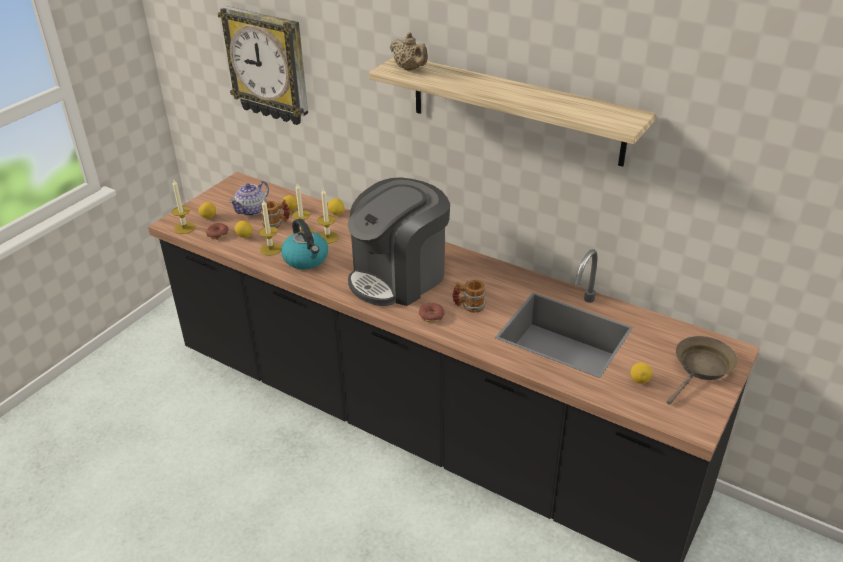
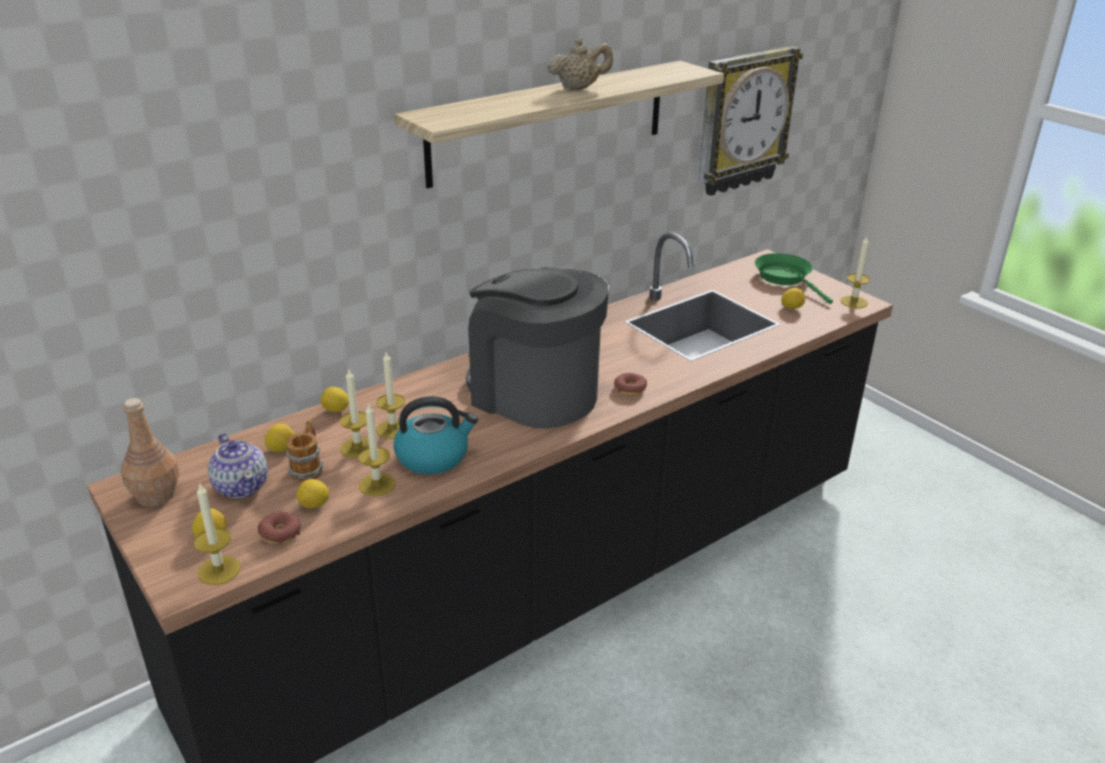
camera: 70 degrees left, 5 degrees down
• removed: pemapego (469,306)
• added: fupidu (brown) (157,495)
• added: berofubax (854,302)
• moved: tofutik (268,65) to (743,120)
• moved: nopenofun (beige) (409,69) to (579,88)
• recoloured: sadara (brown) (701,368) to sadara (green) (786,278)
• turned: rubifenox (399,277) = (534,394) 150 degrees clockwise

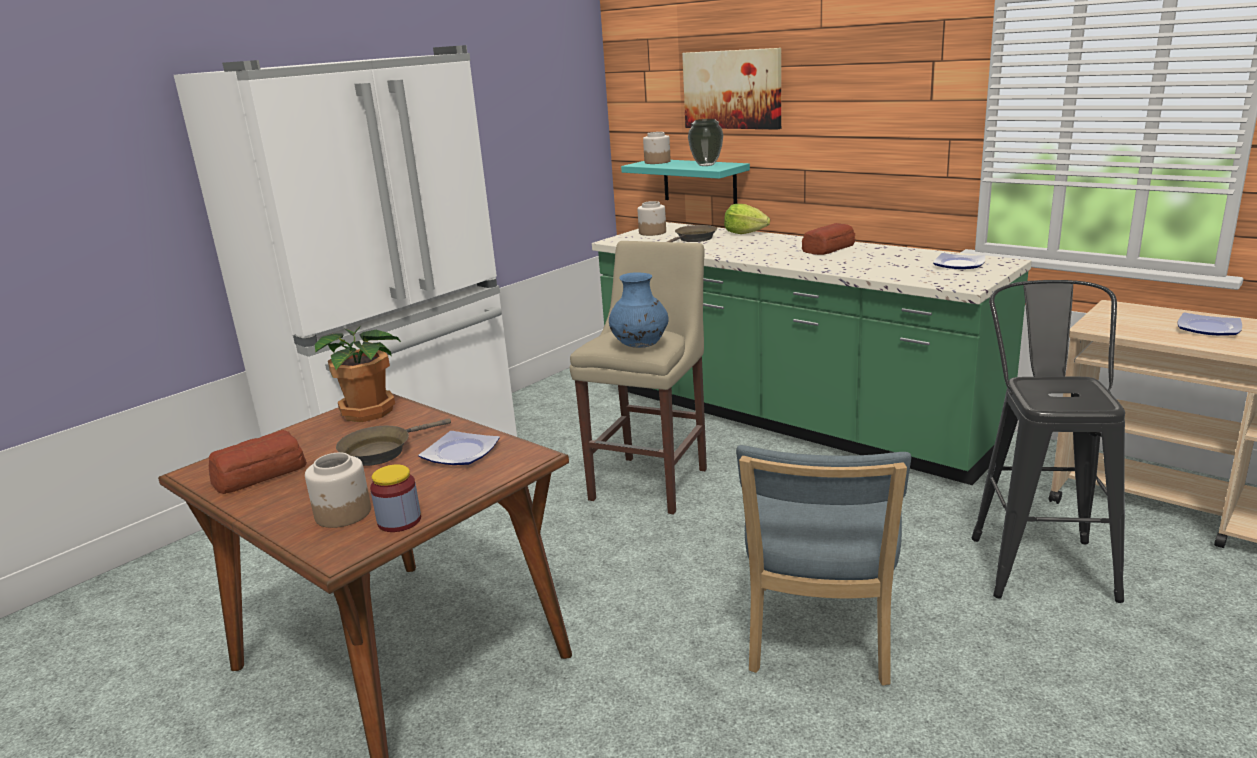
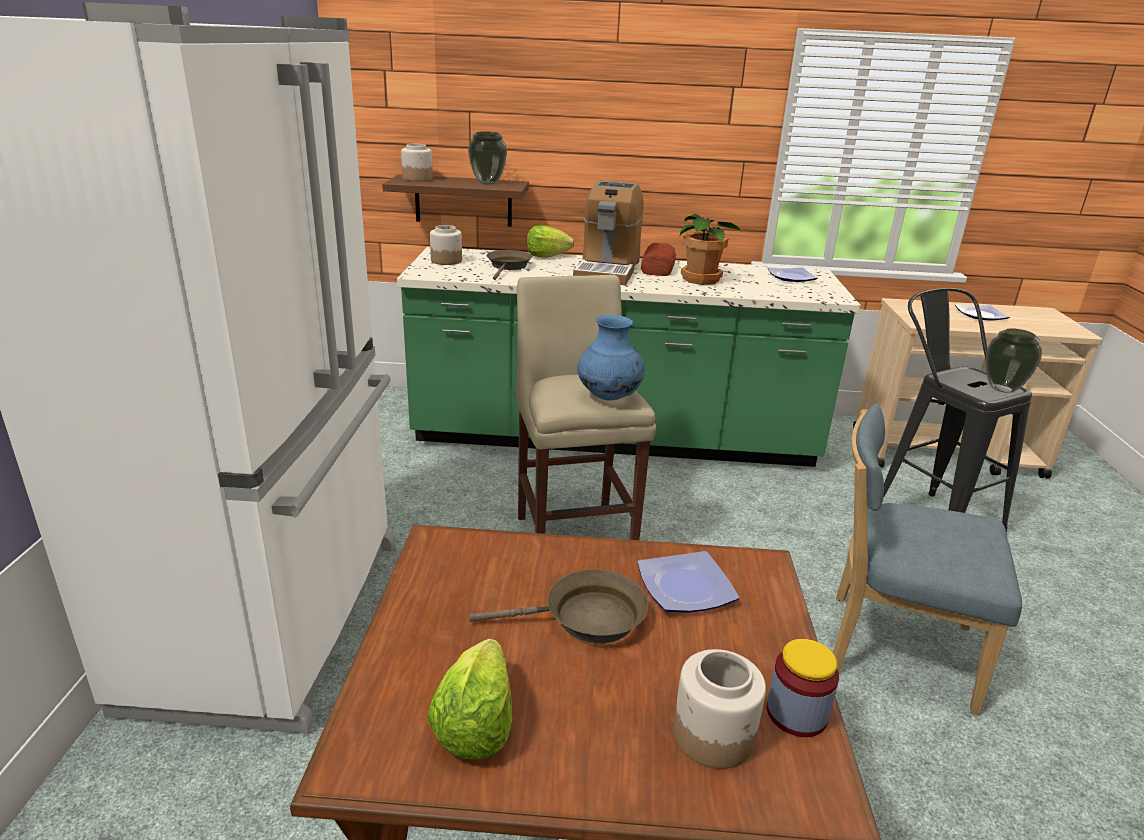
camera: 40 degrees left, 5 degrees up
• removed: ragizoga (732,89)
• added: rubifenox (608,270)
• added: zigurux (1003,389)
• moved: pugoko (370,411) to (701,279)
• replaced: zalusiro (258,474) to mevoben (475,724)
• recoloured: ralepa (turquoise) (699,181) to ralepa (brown) (463,201)
• turned: sadara (brown) (381,451) = (586,618) 105 degrees counterclockwise
• turned: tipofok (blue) (819,639) = (891,647) 135 degrees clockwise

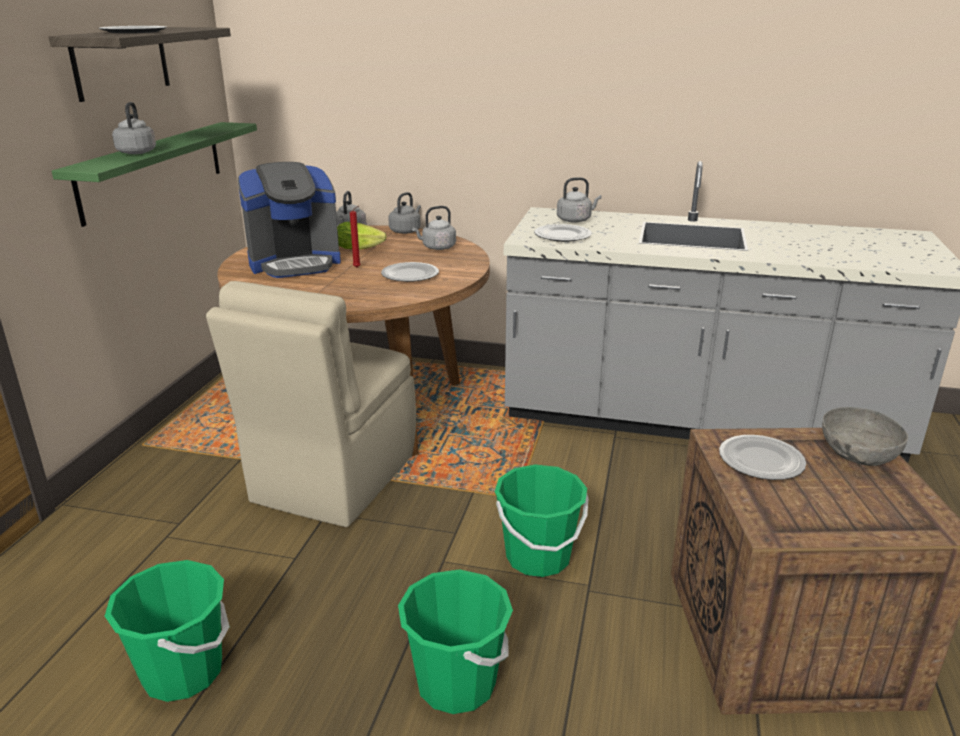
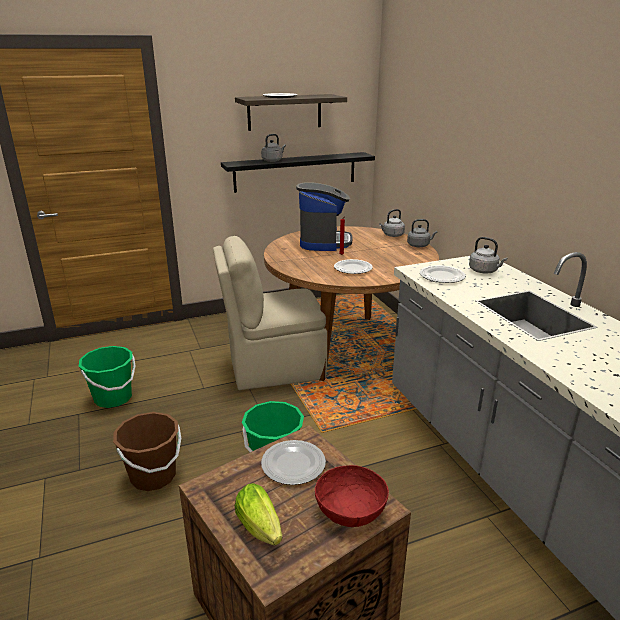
camera: 55 degrees right, 0 degrees up
• removed: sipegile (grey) (437,247)
• moved: mevoben (361,248) to (261,529)
• recoloured: ralepa (green) (153,169) to ralepa (black) (295,172)
• recoloured: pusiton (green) (457,683) to pusiton (brown) (153,476)
• recoloured: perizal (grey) (858,454) to perizal (red) (350,510)
• turned: rubifenox (294,263) = (324,242) 120 degrees counterclockwise

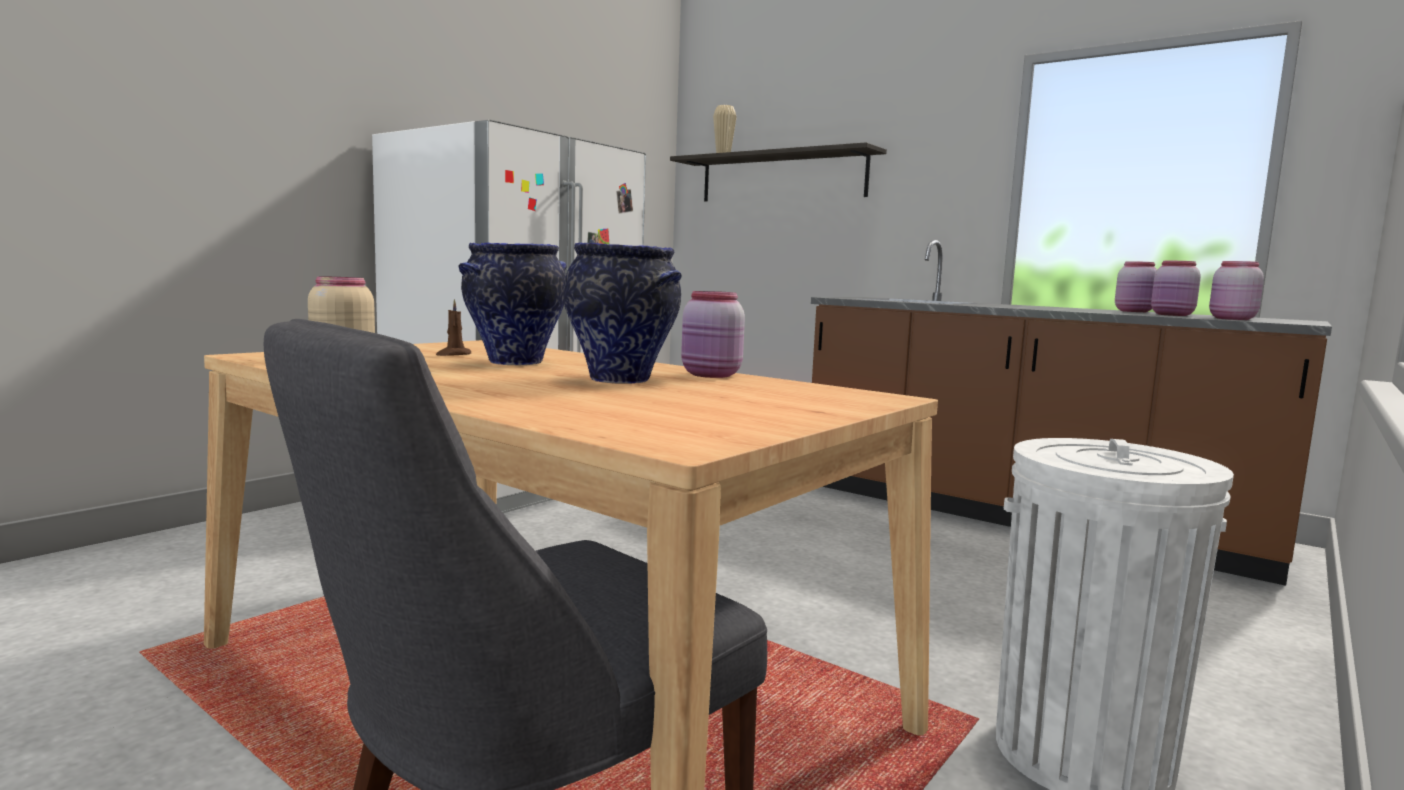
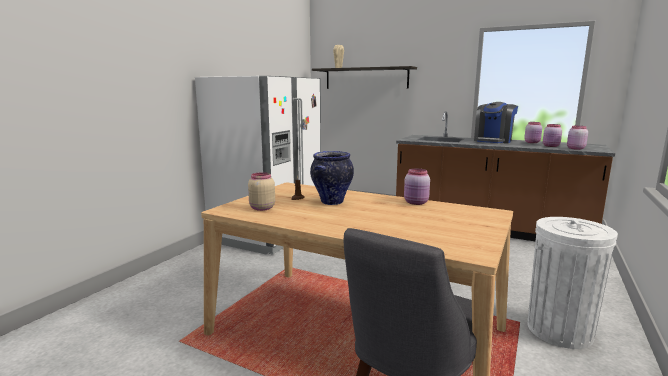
camera: 10 degrees left, 5 degrees up
• removed: zigurux (621,380)
• added: rubifenox (493,141)

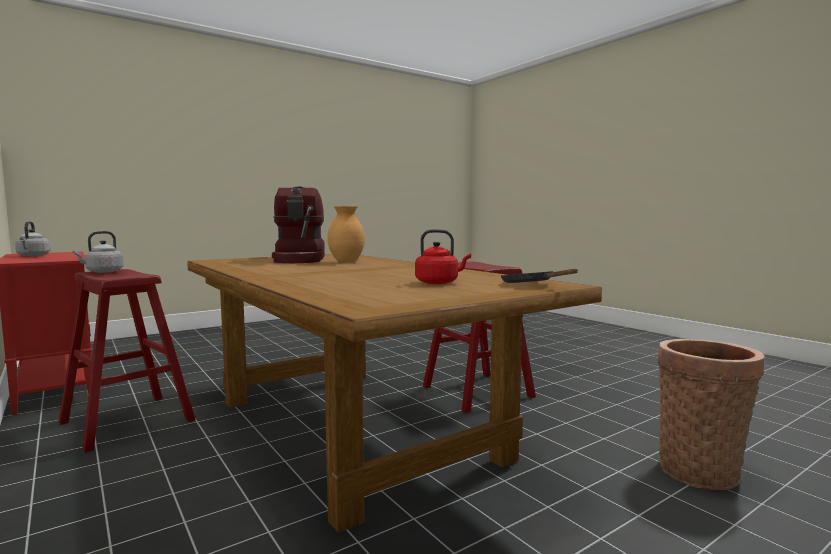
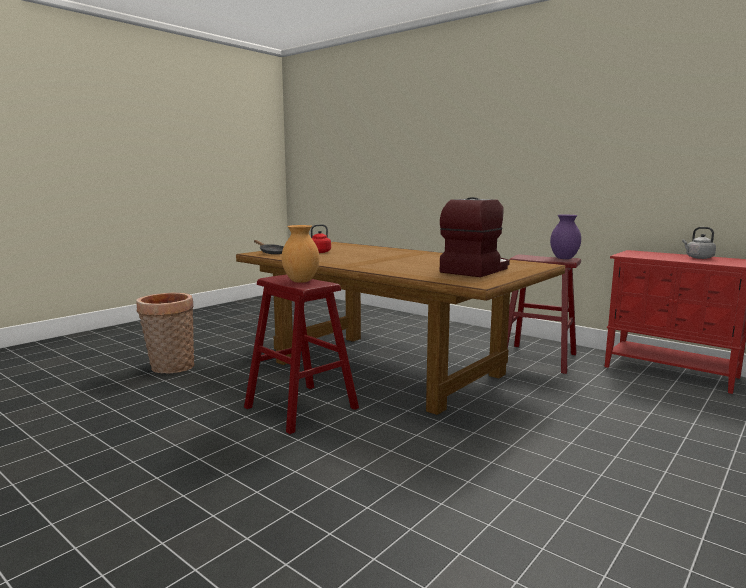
camera: 165 degrees right, 5 degrees up
• moved: zigurux (brown) (346,261) to (300,281)
• replaced: sipegile (grey) (102,272) to zigurux (purple) (563,258)
• turned: rubifenox (300,259) = (475,270) 60 degrees clockwise

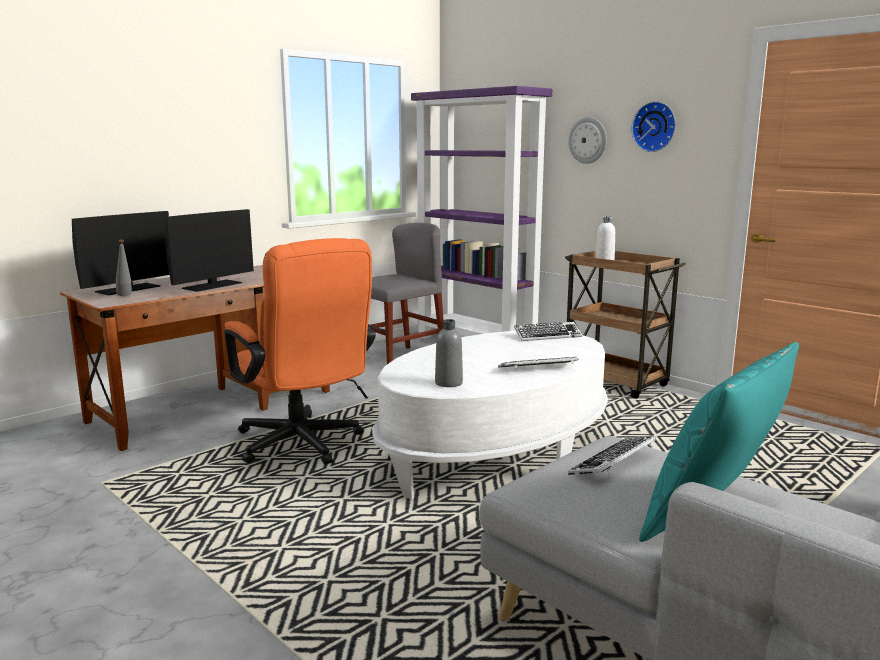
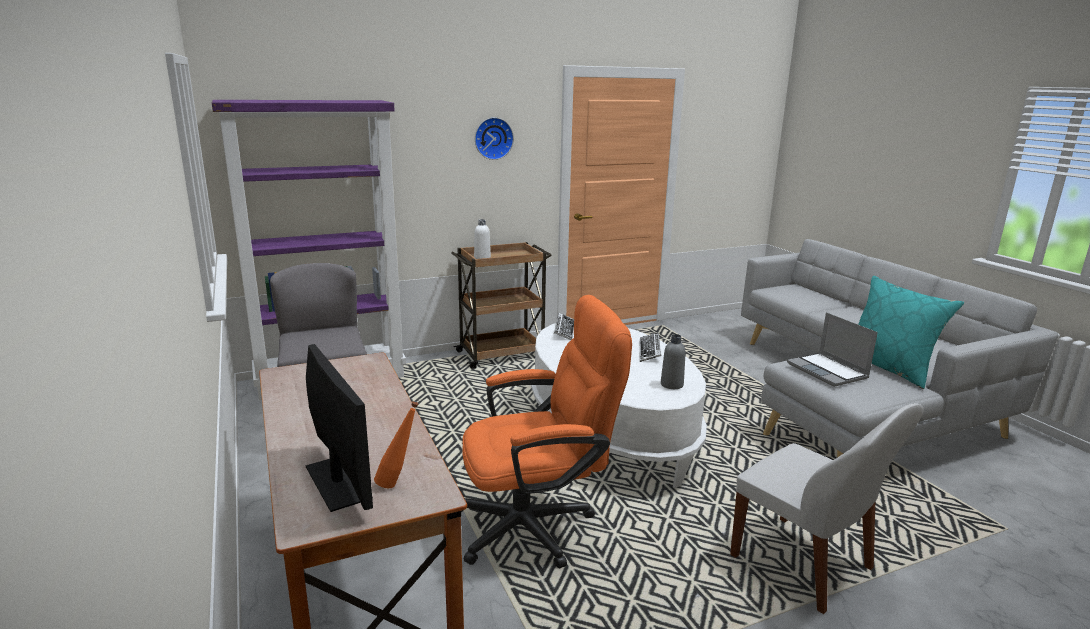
camera: 70 degrees left, 5 degrees up
• removed: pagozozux (212,285)
• removed: tofutik (588,140)
• added: tipofok (white) (804,564)
• replaced: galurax (613,463) to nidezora (828,371)
• recoloured: fupidu (grey) (125,296) to fupidu (orange) (398,483)

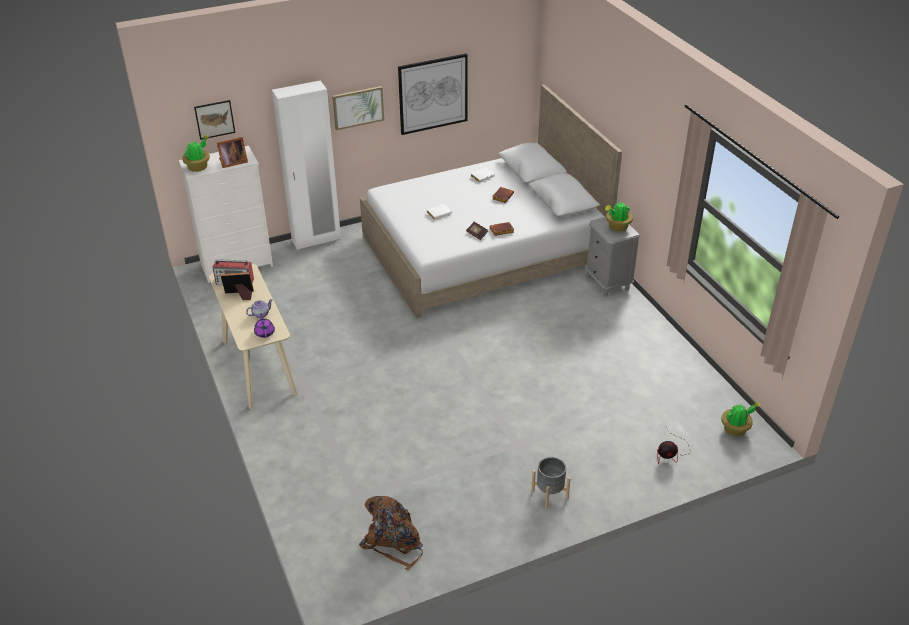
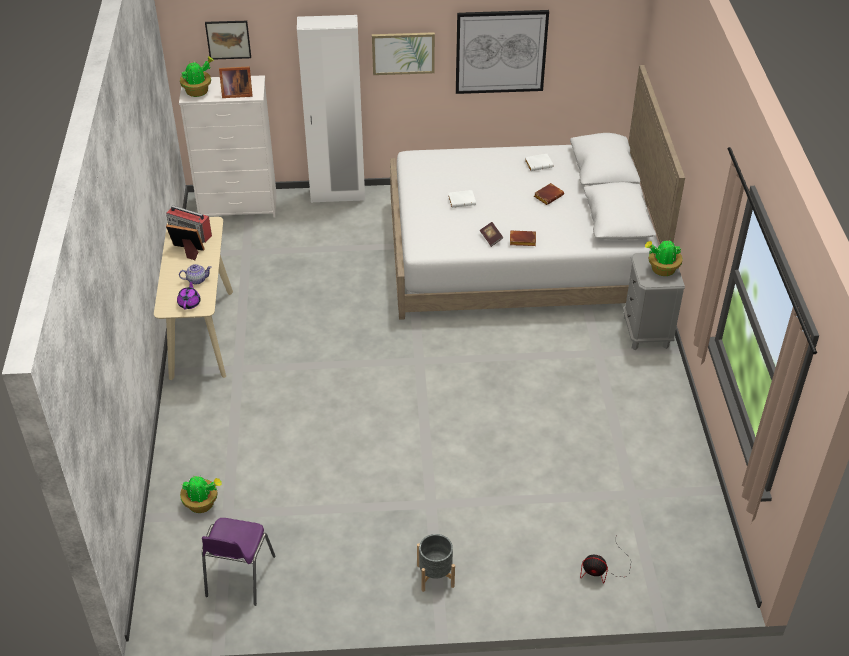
camera: 20 degrees right, 5 degrees up
• moved: pugoko (736,429) to (202,504)
• replaced: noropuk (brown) (393,542) to tipofok (purple) (239,577)

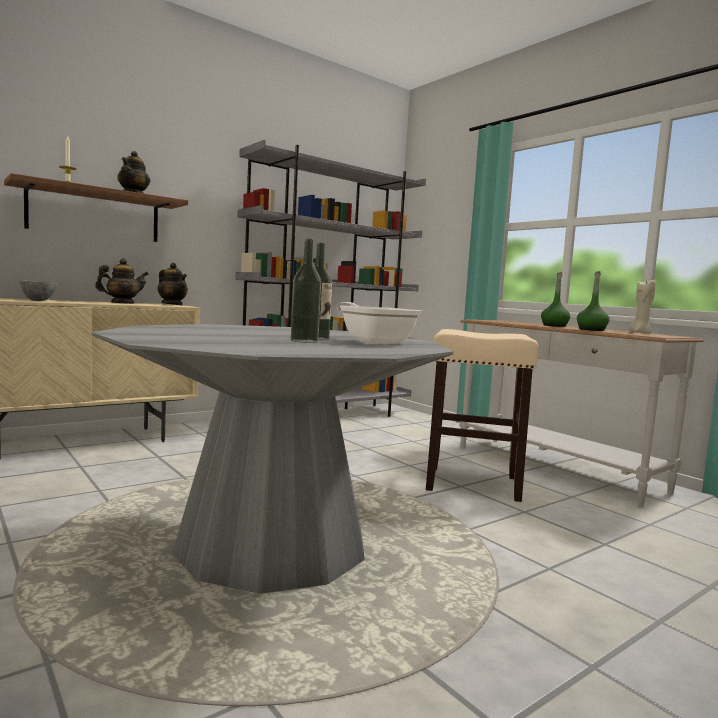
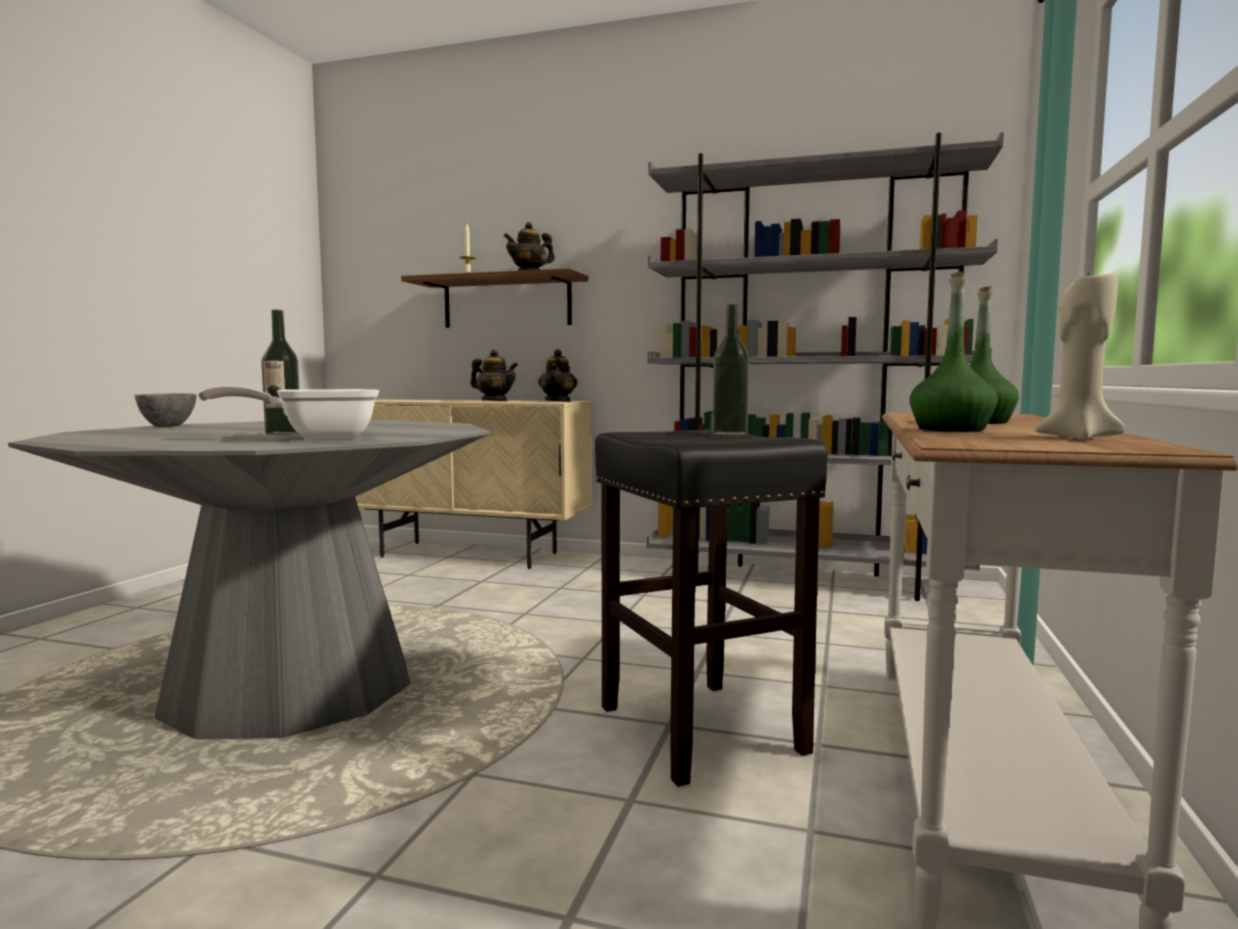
camera: 55 degrees right, 0 degrees up
• moved: perizal (grey) (38,300) to (168,426)
• moved: fupidu (304,341) to (730,434)
• recoloured: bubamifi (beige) (471,483) to bubamifi (black) (698,728)
• turned: sadara (373,341) = (317,437) 135 degrees counterclockwise

